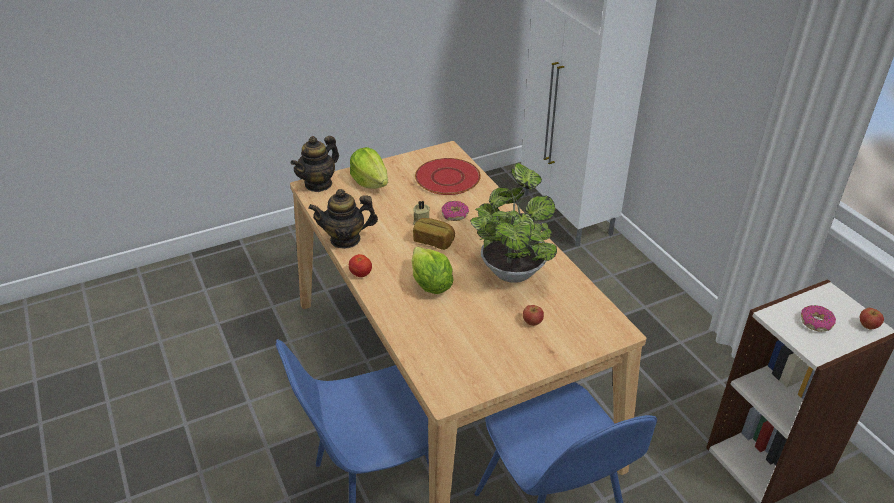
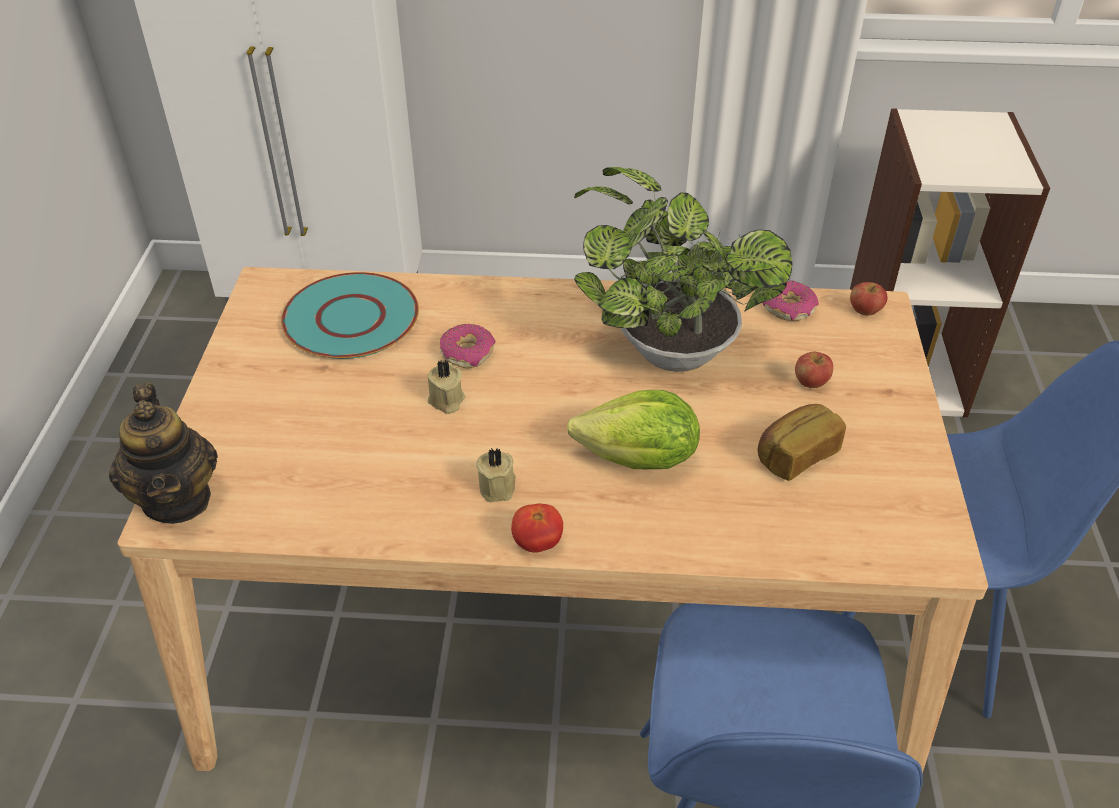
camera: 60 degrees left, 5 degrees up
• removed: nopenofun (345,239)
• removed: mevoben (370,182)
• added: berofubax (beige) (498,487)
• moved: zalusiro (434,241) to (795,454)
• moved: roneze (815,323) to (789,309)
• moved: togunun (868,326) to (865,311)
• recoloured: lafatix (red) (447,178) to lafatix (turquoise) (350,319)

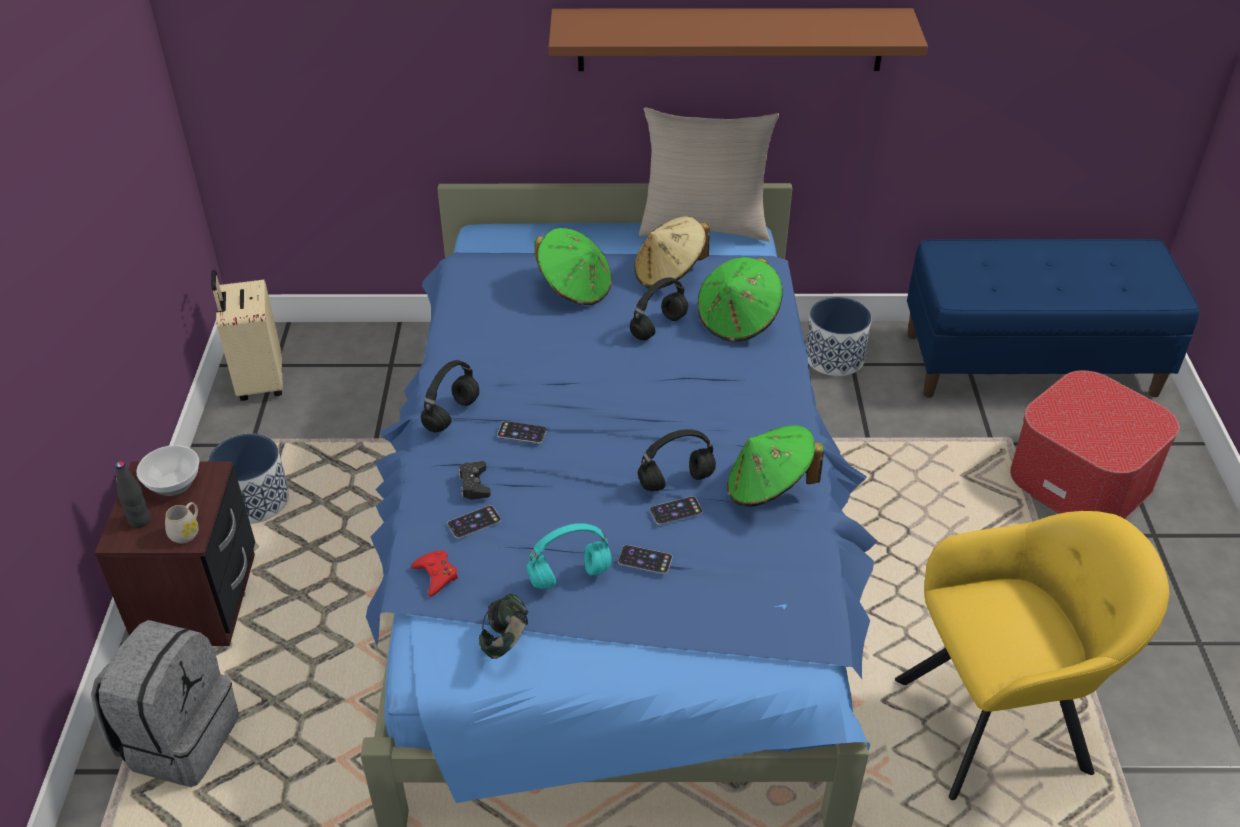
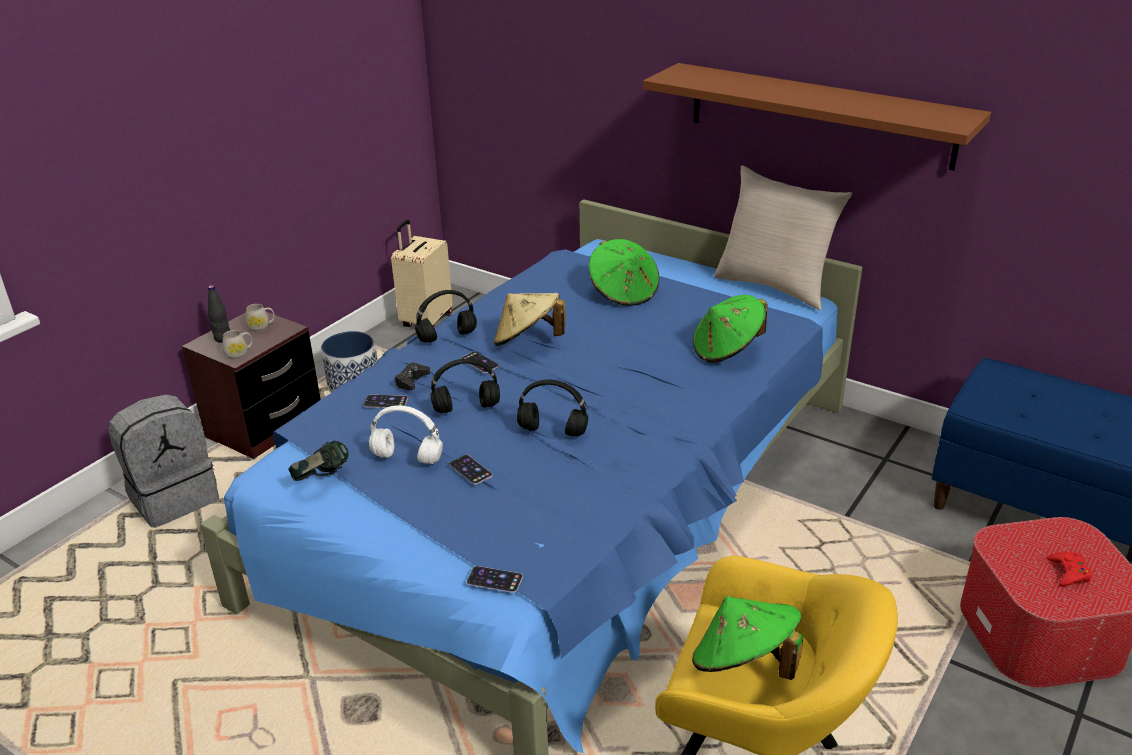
camera: 35 degrees right, 10 degrees down
• removed: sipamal (835,358)
• moved: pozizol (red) (436,575) to (1069,572)
• moved: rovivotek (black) (659,326) to (467,407)
• moved: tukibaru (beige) (669,274) to (528,341)
• moved: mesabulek (676,511) to (494,579)
• moved: tukibaru (green) (768,488) to (744,664)
• replaced: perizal (173,485) to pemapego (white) (261,327)
• recoloured: rovivotek (turquoise) (568,577) to rovivotek (white) (406,458)

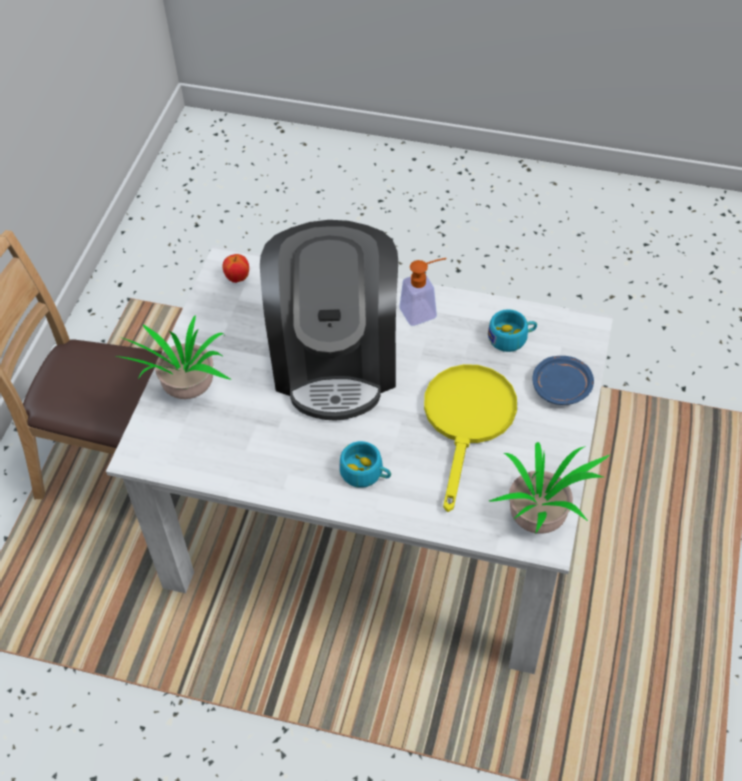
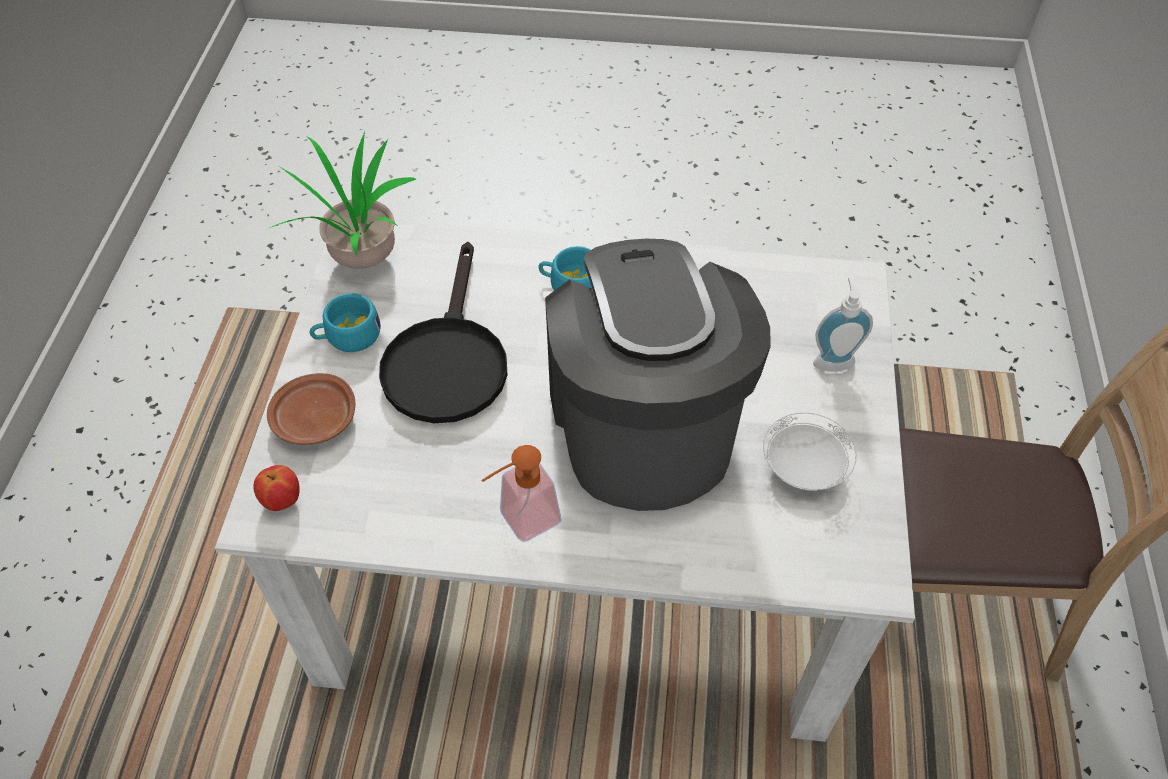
camera: 170 degrees right, 0 degrees up
• added: lafatix (white) (804,467)
• moved: togunun (237,278) to (282,501)
• moved: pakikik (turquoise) (512,338) to (347,336)
• replaced: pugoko (188,392) to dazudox (832,359)
• recoloured: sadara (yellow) (468,420) to sadara (black) (447,360)
• recoloured: lafatix (blue) (561,386) to lafatix (brown) (314,419)

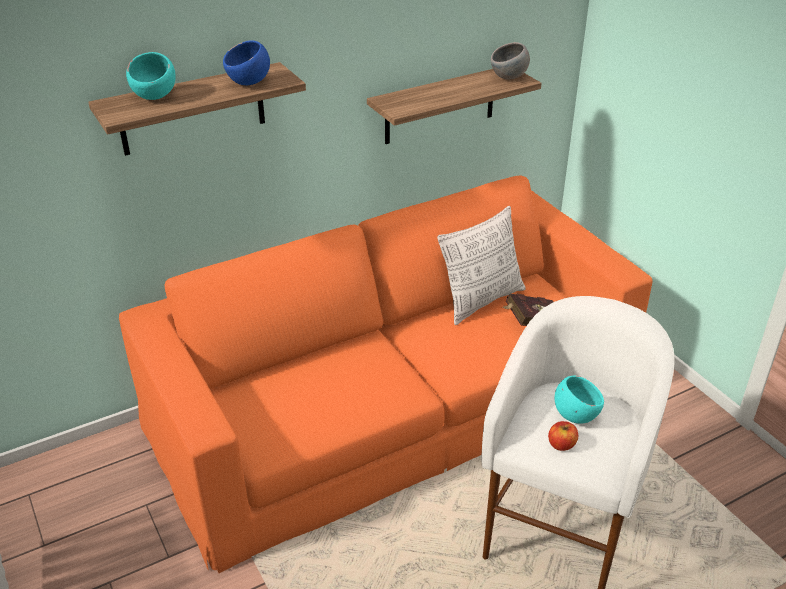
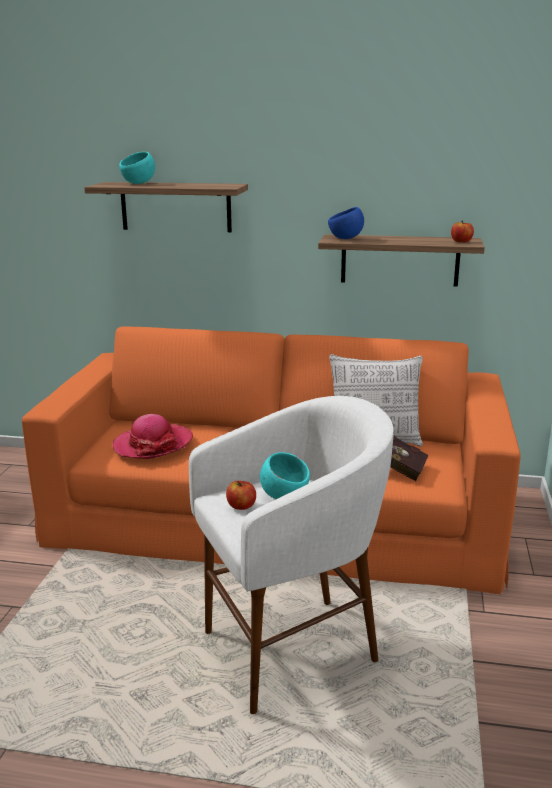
camera: 40 degrees right, 15 degrees down
• added: tukibaru (153,444)
• moved: perizal (blue) (249,83) to (346,239)
• replaced: perizal (grey) (509,77) to togunun (461,241)

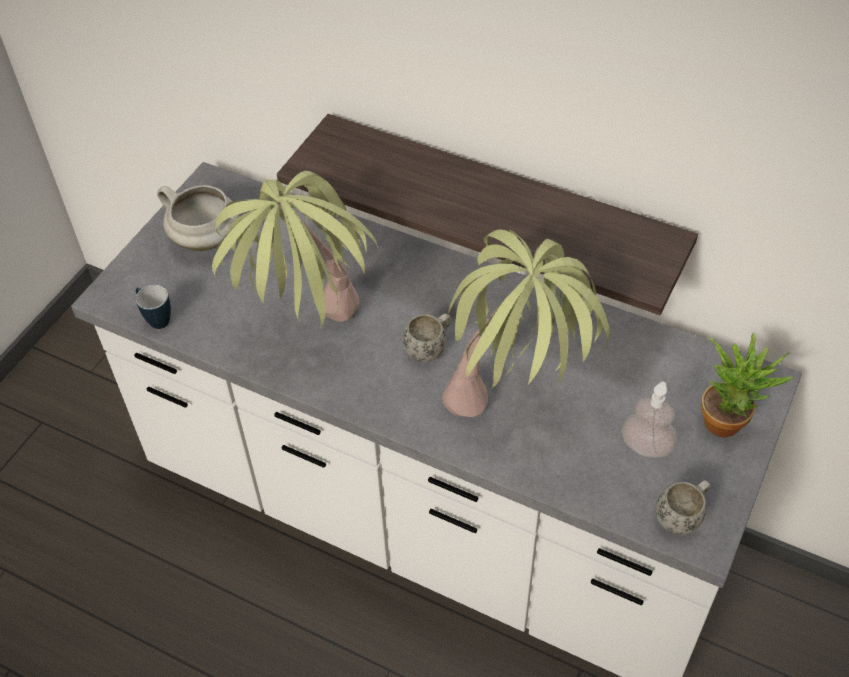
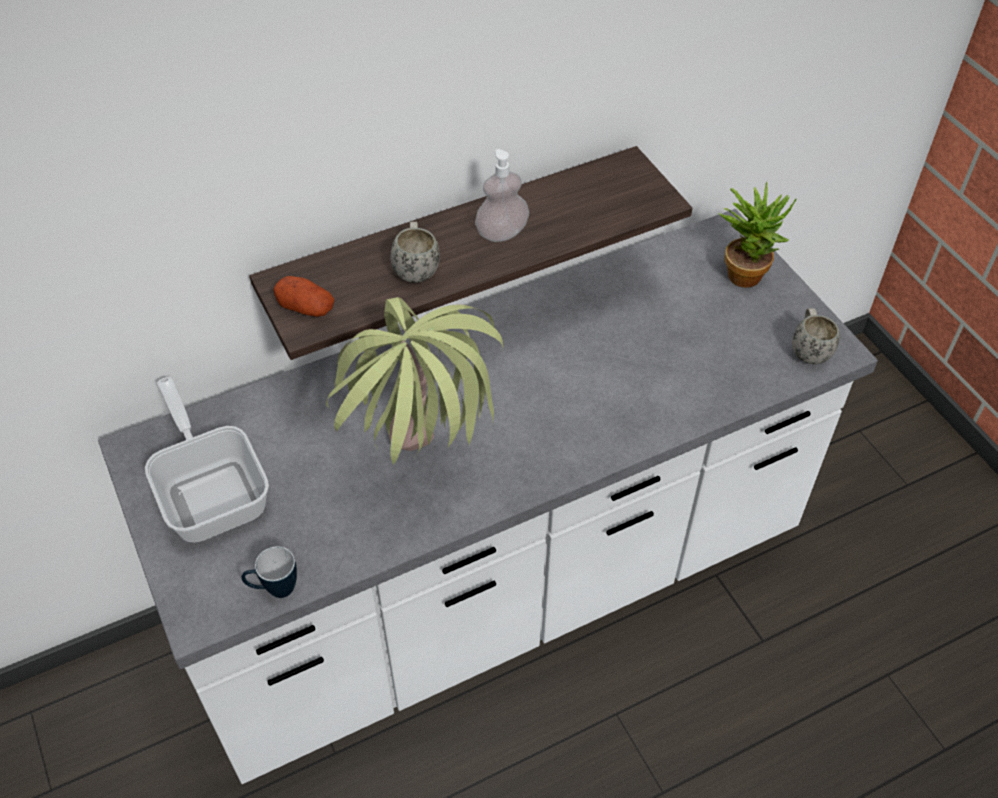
camera: 55 degrees left, 0 degrees up
• removed: pugoko (515,407)
• added: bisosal (306,307)
• moved: pemapego (white) (429,348) to (415,268)
• moved: dazudox (646,446) to (502,233)
• replaced: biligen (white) (208,239) to sadara (212,491)

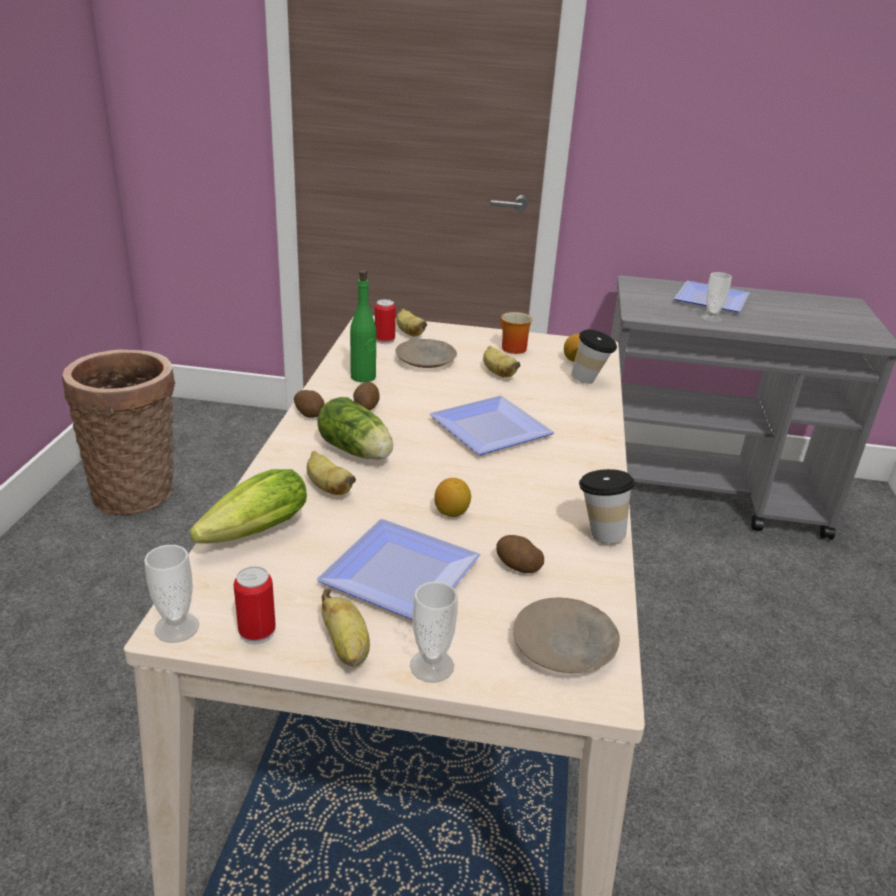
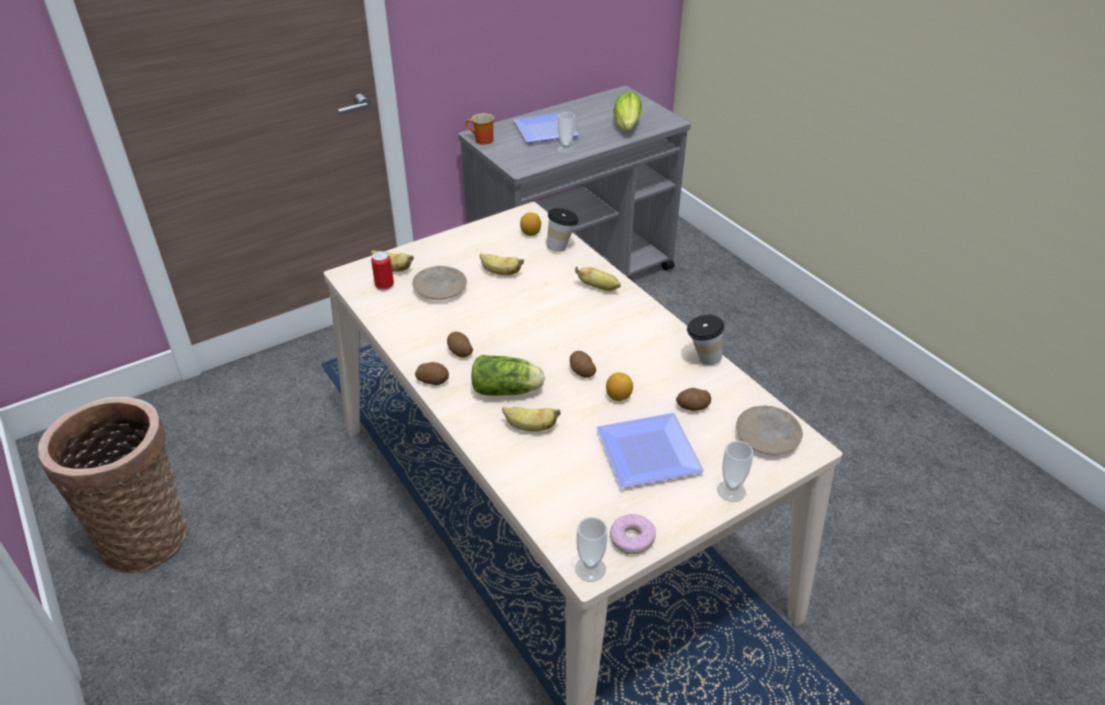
camera: 40 degrees left, 10 degrees up
• removed: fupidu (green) (363,377)
• removed: lafatix (491,427)
• added: bisosal (581,371)
• moved: mevoben (250,535) to (627,127)
• moved: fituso (346,648) to (599,287)
• moved: pemapego (510,348) to (481,140)
• replaced: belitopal (257,632) to roneze (631,538)

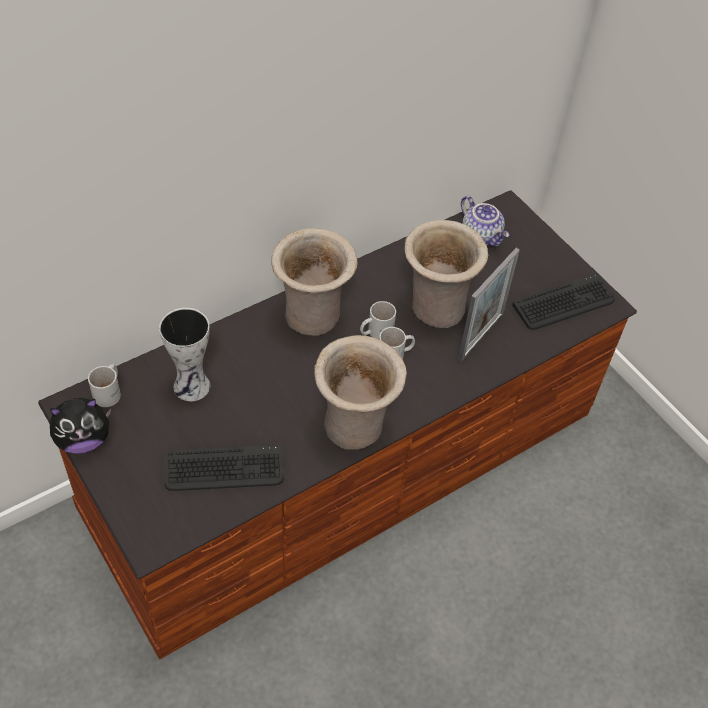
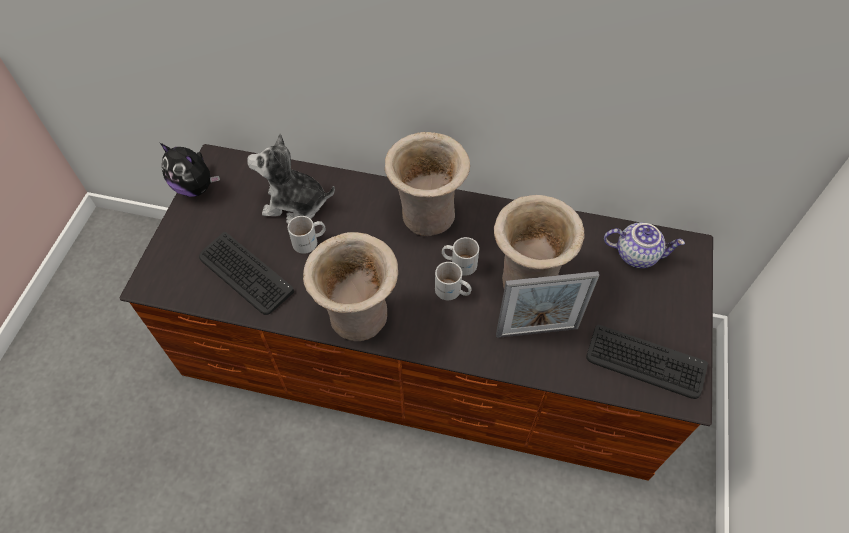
camera: 50 degrees right, 5 degrees up
• moved: pemapego (white) (110,391) to (310,242)
• replaced: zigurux (193,386) to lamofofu (295,204)
• turned: nopenofun (482,236) = (637,254) 90 degrees counterclockwise

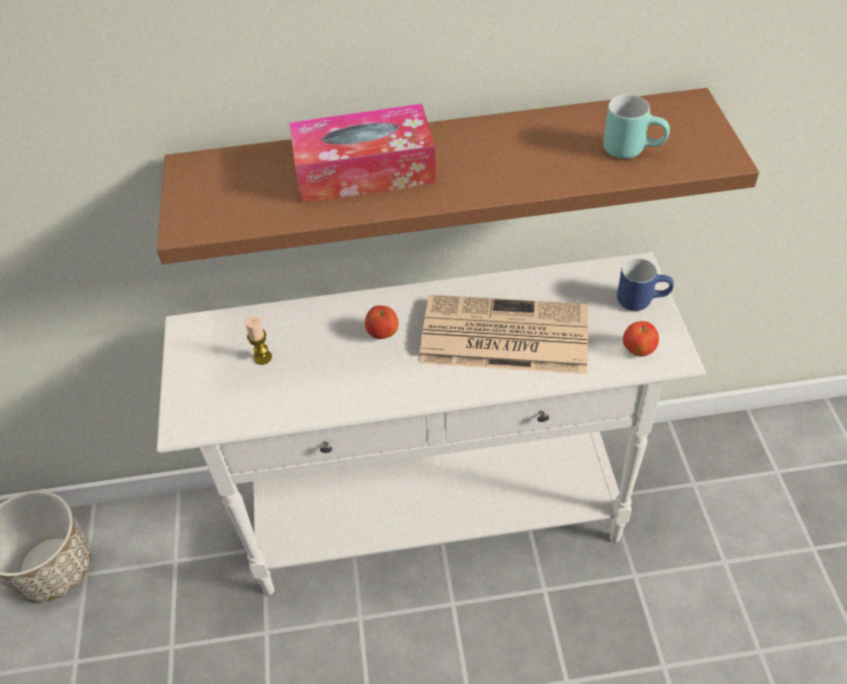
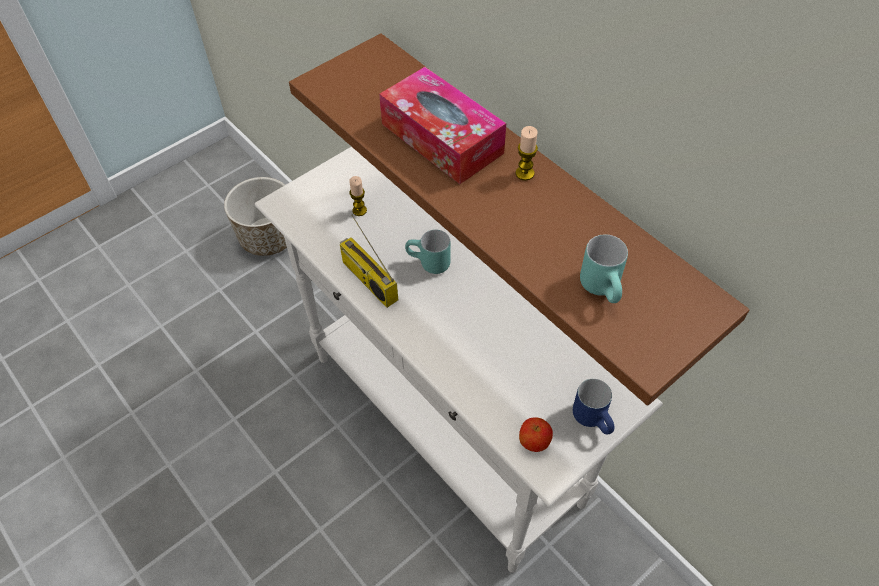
camera: 55 degrees right, 5 degrees up
• removed: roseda (502,336)
• added: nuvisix (368,280)
• added: berofubax (524,173)
• replaced: togunun (383,334) to pemapego (turquoise) (428,264)

